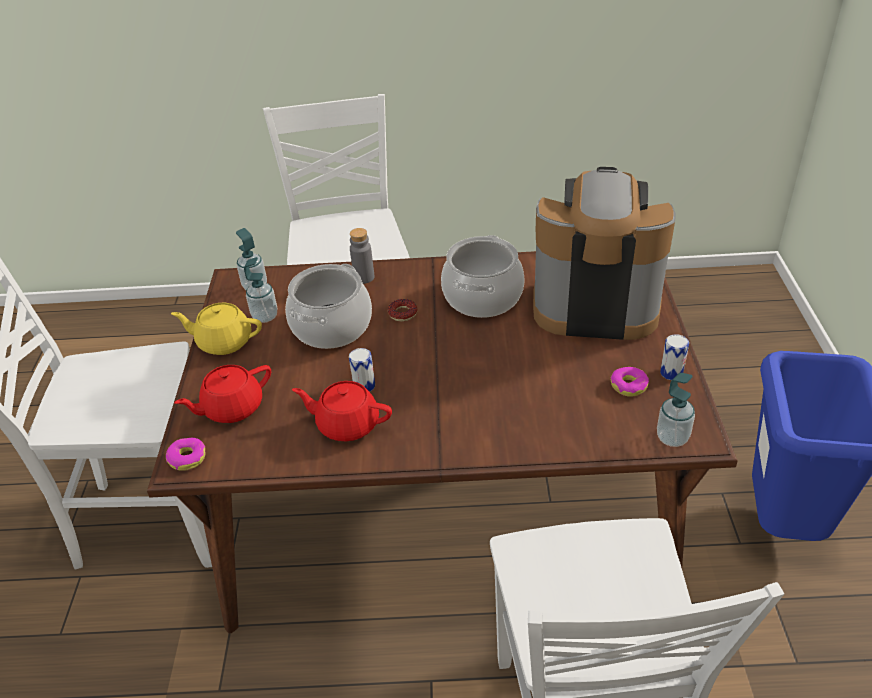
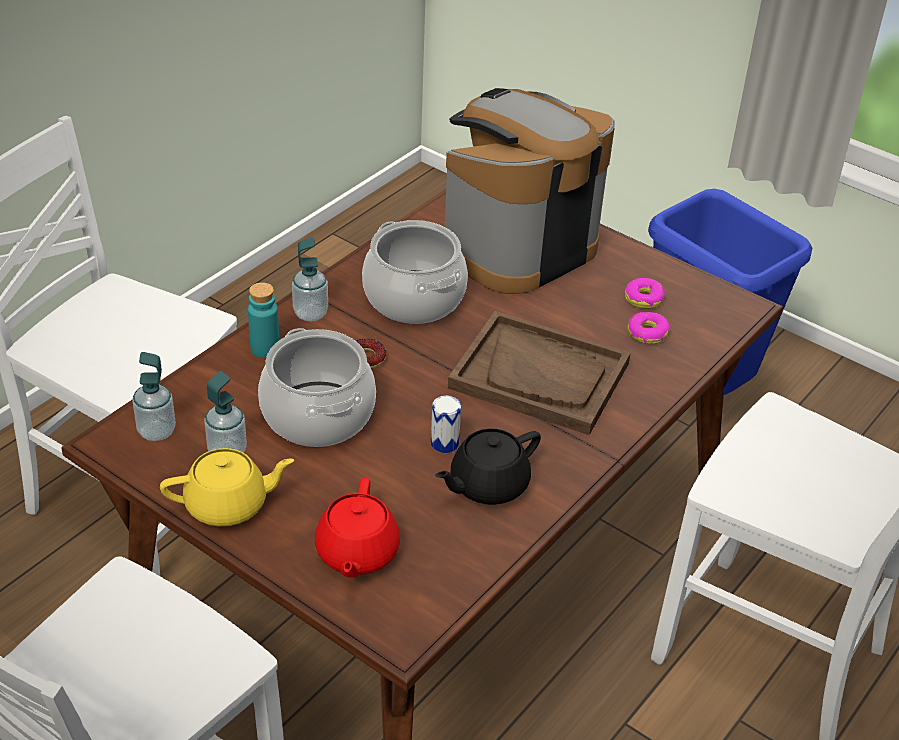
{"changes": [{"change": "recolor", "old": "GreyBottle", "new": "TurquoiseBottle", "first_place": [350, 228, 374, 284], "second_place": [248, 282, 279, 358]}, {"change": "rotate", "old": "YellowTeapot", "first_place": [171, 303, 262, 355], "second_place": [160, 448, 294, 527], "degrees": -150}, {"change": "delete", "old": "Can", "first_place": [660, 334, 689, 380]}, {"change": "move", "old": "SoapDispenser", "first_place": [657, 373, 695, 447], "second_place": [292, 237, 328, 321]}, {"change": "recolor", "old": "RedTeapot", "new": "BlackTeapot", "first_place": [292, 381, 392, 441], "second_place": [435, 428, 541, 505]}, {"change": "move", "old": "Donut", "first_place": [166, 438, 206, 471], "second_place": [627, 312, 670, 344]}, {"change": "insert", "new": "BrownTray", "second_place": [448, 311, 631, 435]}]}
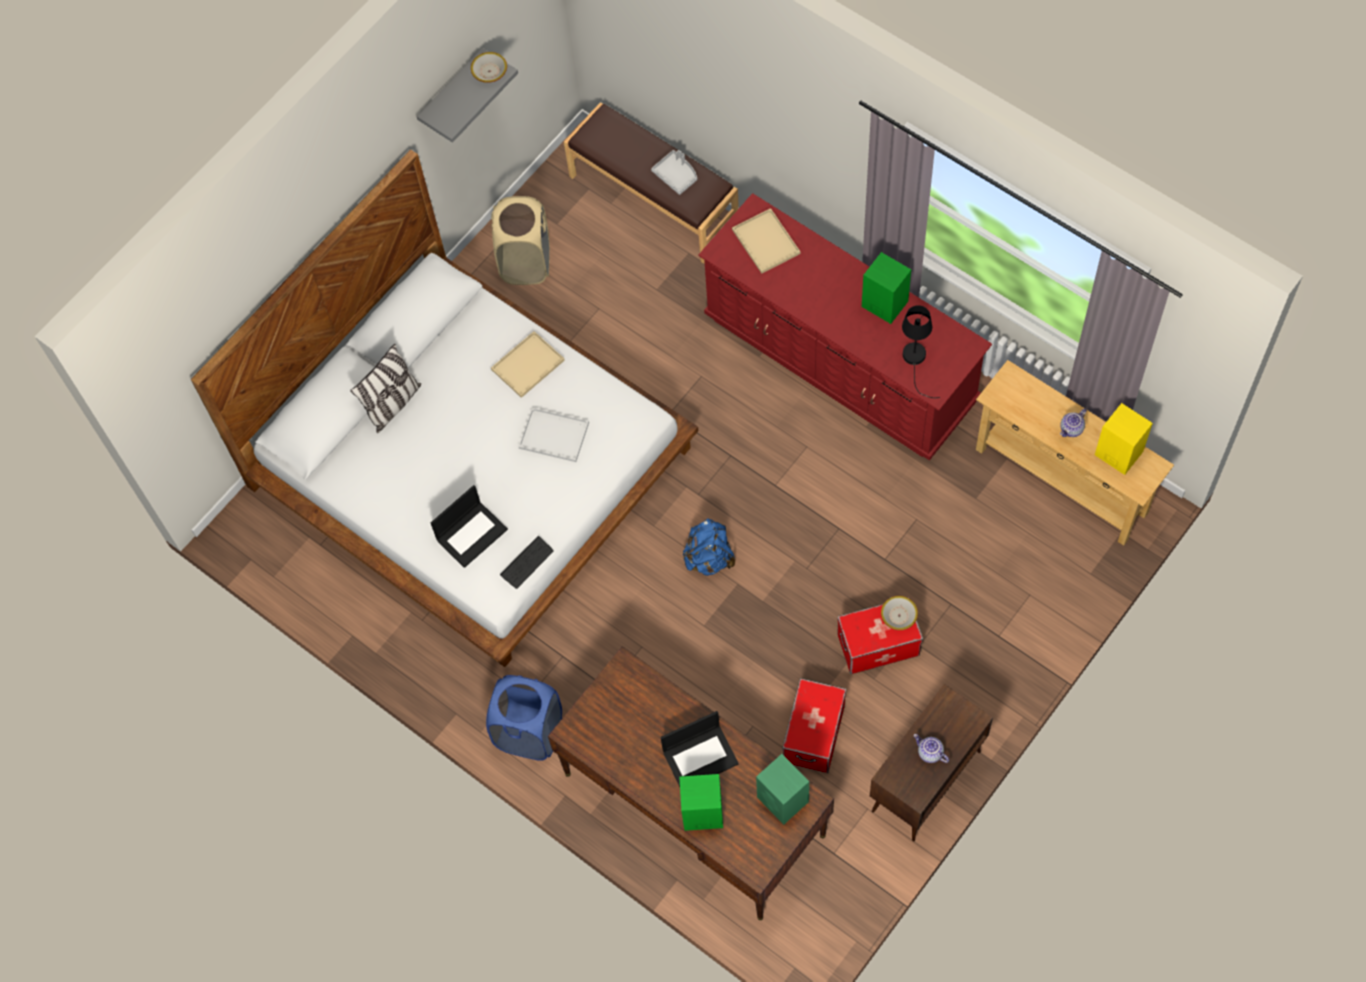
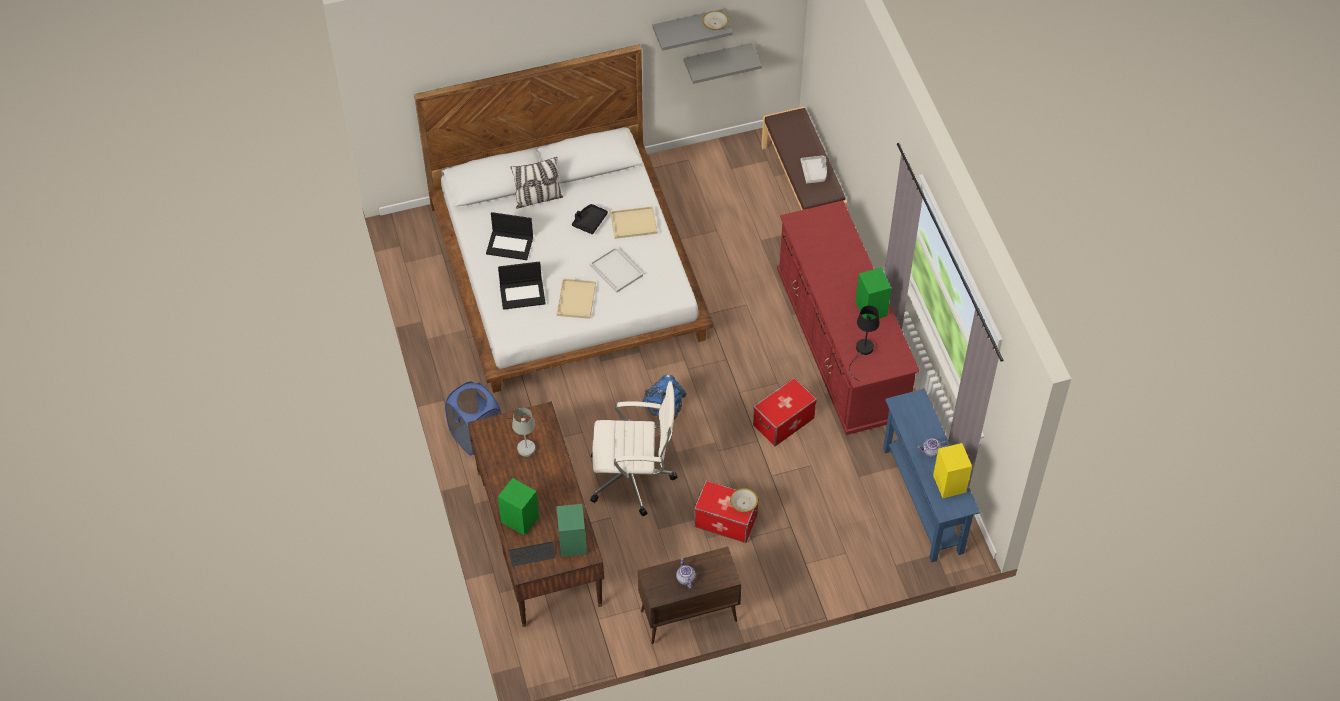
{"changes": [{"change": "delete", "old": "BeigeLaundryBasket", "first_place": [491, 196, 550, 285]}, {"change": "move", "old": "BeigeTray", "first_place": [732, 208, 800, 274], "second_place": [557, 278, 596, 319]}, {"change": "recolor", "old": "BeigeConsoleTable", "new": "BlueConsoleTable", "first_place": [976, 360, 1174, 545], "second_place": [883, 389, 980, 563]}, {"change": "move", "old": "Keyboard", "first_place": [500, 536, 554, 589], "second_place": [508, 542, 555, 566]}, {"change": "move", "old": "StorageBox", "first_place": [783, 678, 846, 773], "second_place": [753, 378, 817, 446]}, {"change": "move", "old": "Laptop", "first_place": [661, 711, 739, 787], "second_place": [486, 212, 533, 260]}, {"change": "insert", "new": "GreyShelf", "second_place": [684, 43, 762, 84]}, {"change": "insert", "new": "BlackTray", "second_place": [572, 204, 608, 234]}, {"change": "insert", "new": "WhiteOfficeChair", "second_place": [590, 381, 678, 517]}, {"change": "insert", "new": "GreyTableLamp", "second_place": [506, 408, 536, 457]}]}
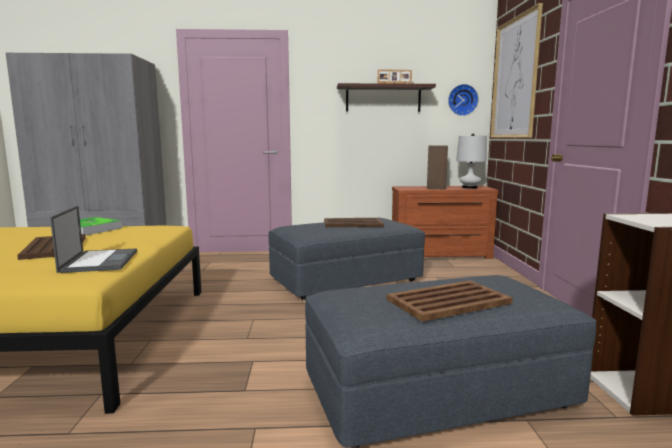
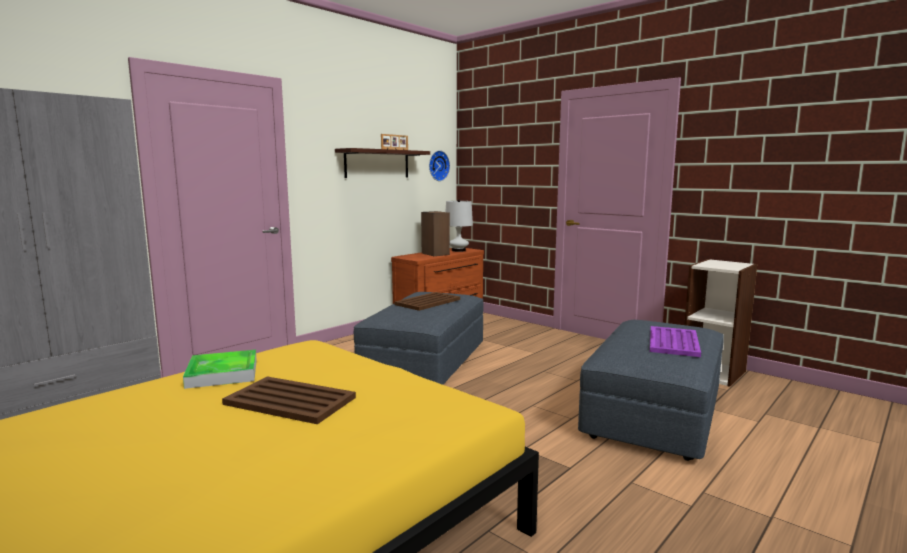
{"changes": [{"change": "delete", "old": "Picture", "first_place": [490, 3, 543, 138]}, {"change": "delete", "old": "Laptop", "first_place": [50, 206, 137, 273]}, {"change": "recolor", "old": "BrownTray", "new": "PurpleTray", "first_place": [386, 280, 513, 322], "second_place": [650, 326, 701, 357]}]}
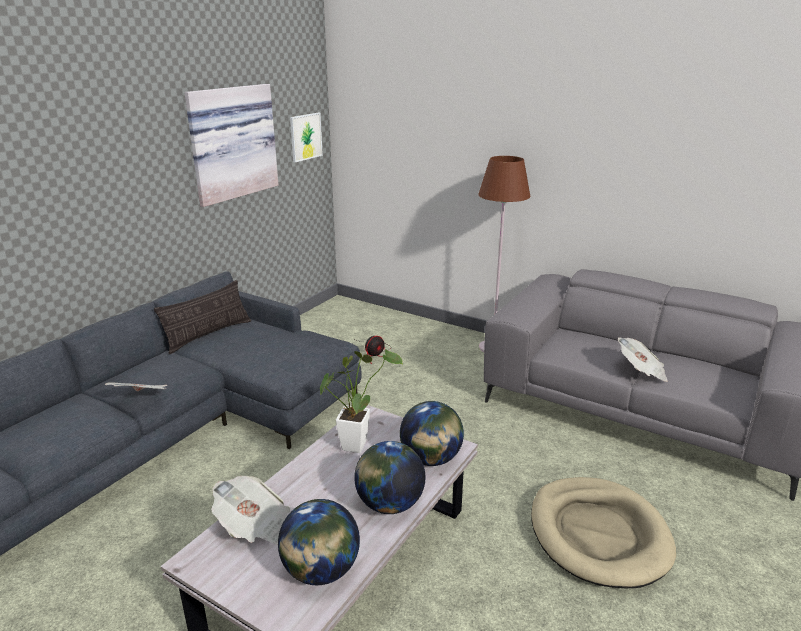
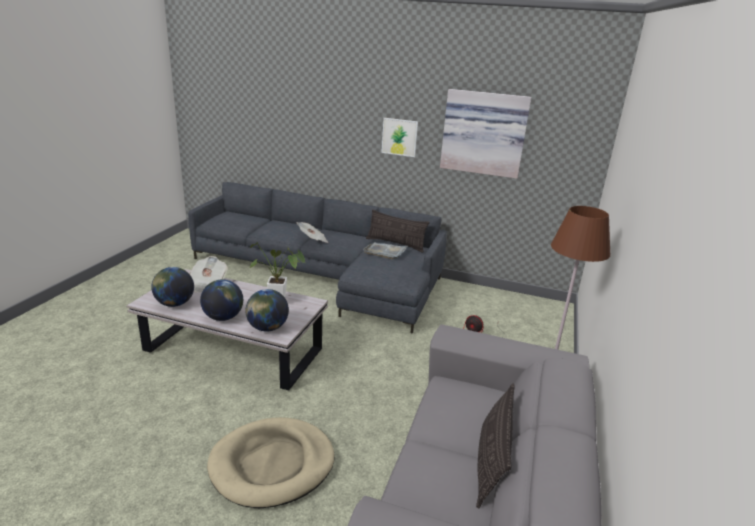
{"changes": [{"change": "move", "old": "Picture", "first_place": [290, 113, 323, 162], "second_place": [381, 118, 418, 157]}, {"change": "delete", "old": "Newspaper", "first_place": [618, 337, 668, 382]}, {"change": "insert", "new": "GreyTray", "second_place": [363, 242, 408, 259]}, {"change": "insert", "new": "Pillow", "second_place": [476, 383, 515, 509]}]}
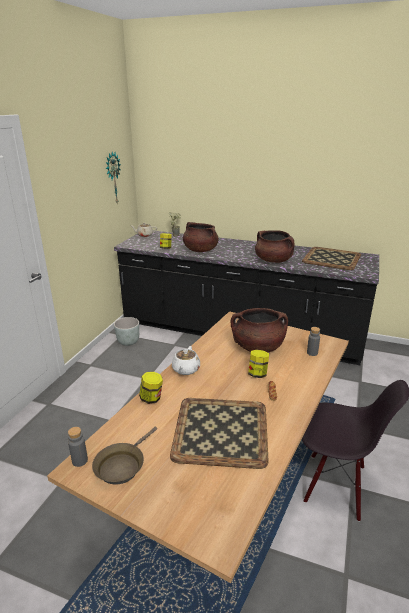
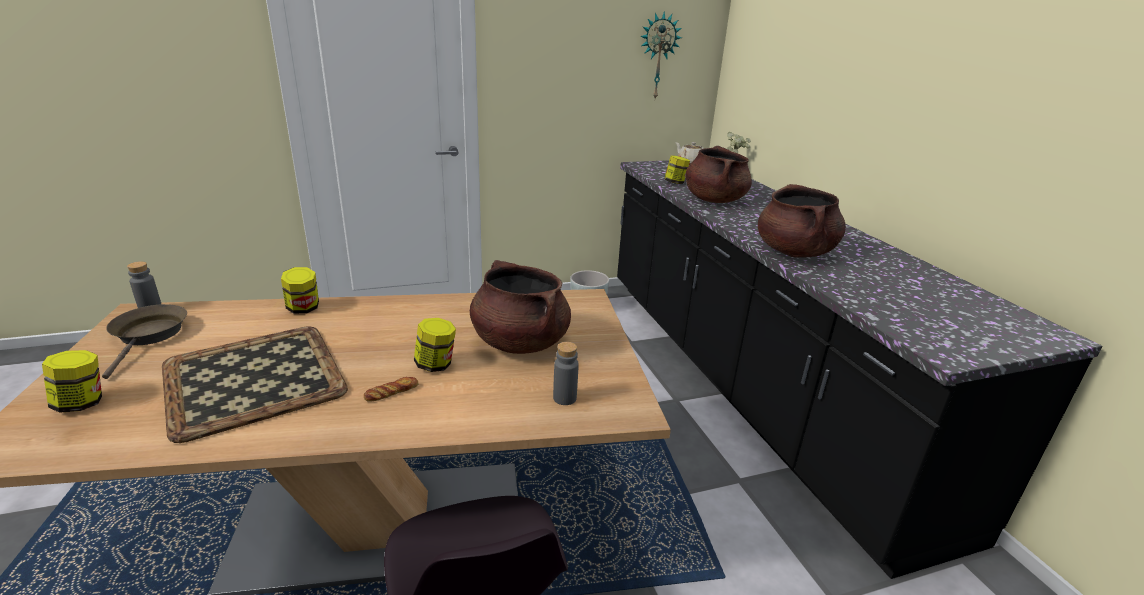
{"changes": [{"change": "delete", "old": "Tray", "first_place": [302, 247, 361, 270]}, {"change": "delete", "old": "WhiteTeapot", "first_place": [172, 346, 200, 375]}, {"change": "rotate", "old": "BrownFryingPan", "first_place": [92, 427, 157, 485], "second_place": [102, 304, 187, 379], "degrees": 90}, {"change": "insert", "new": "Jar", "second_place": [42, 350, 102, 413]}]}
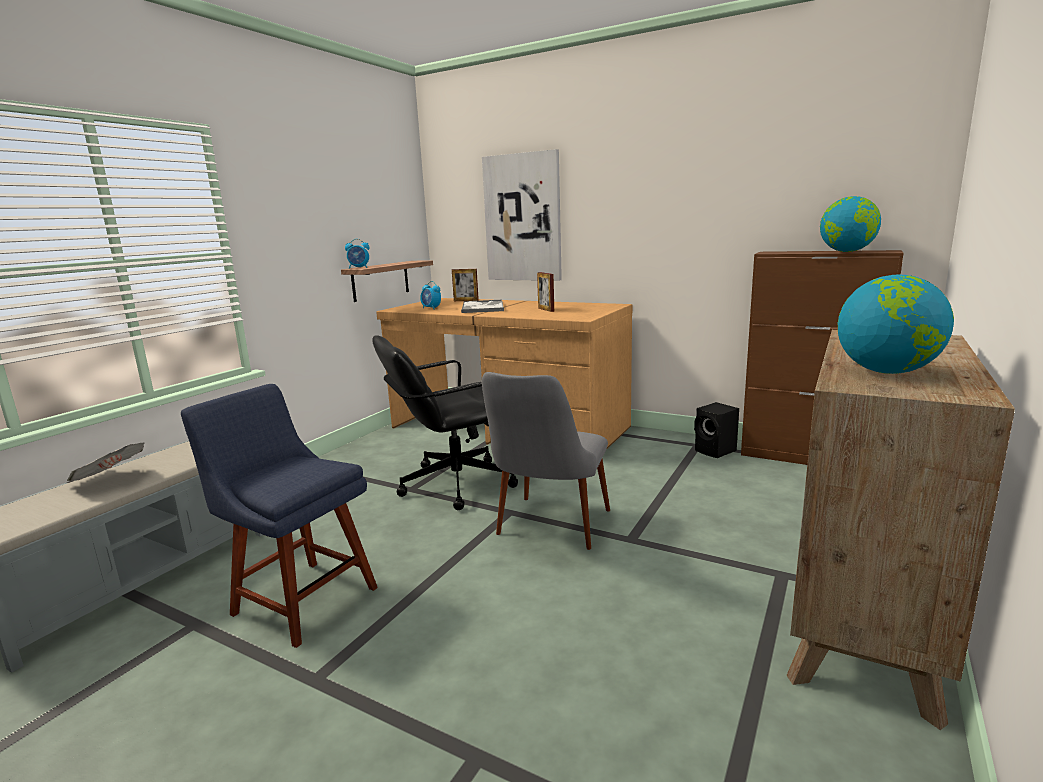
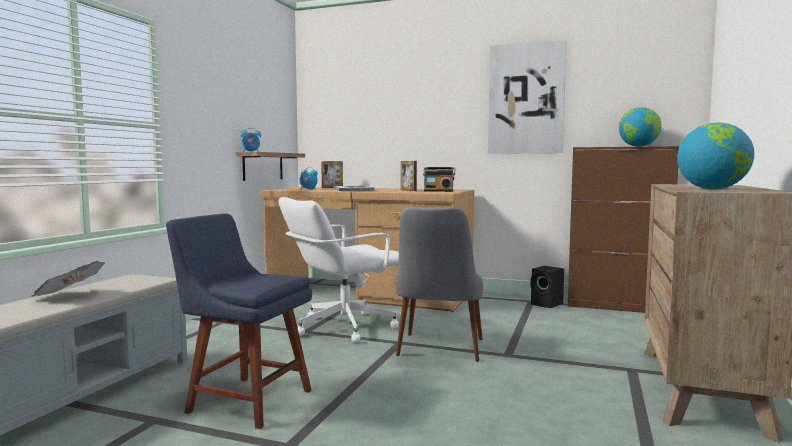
{"changes": [{"change": "move", "old": "Picture", "first_place": [482, 149, 562, 281], "second_place": [488, 40, 567, 154]}, {"change": "recolor", "old": "BlackOfficeChair", "new": "WhiteOfficeChair", "first_place": [372, 335, 518, 510], "second_place": [279, 197, 399, 343]}, {"change": "insert", "new": "Radio", "second_place": [423, 167, 455, 192]}]}
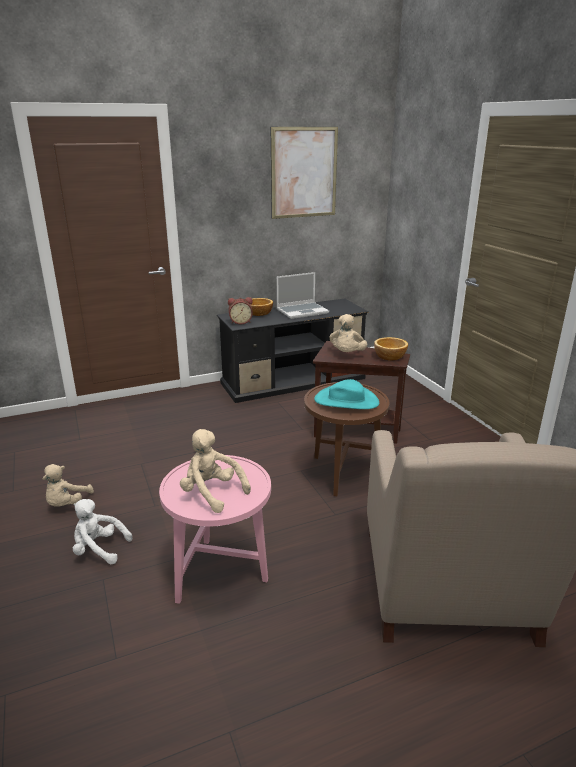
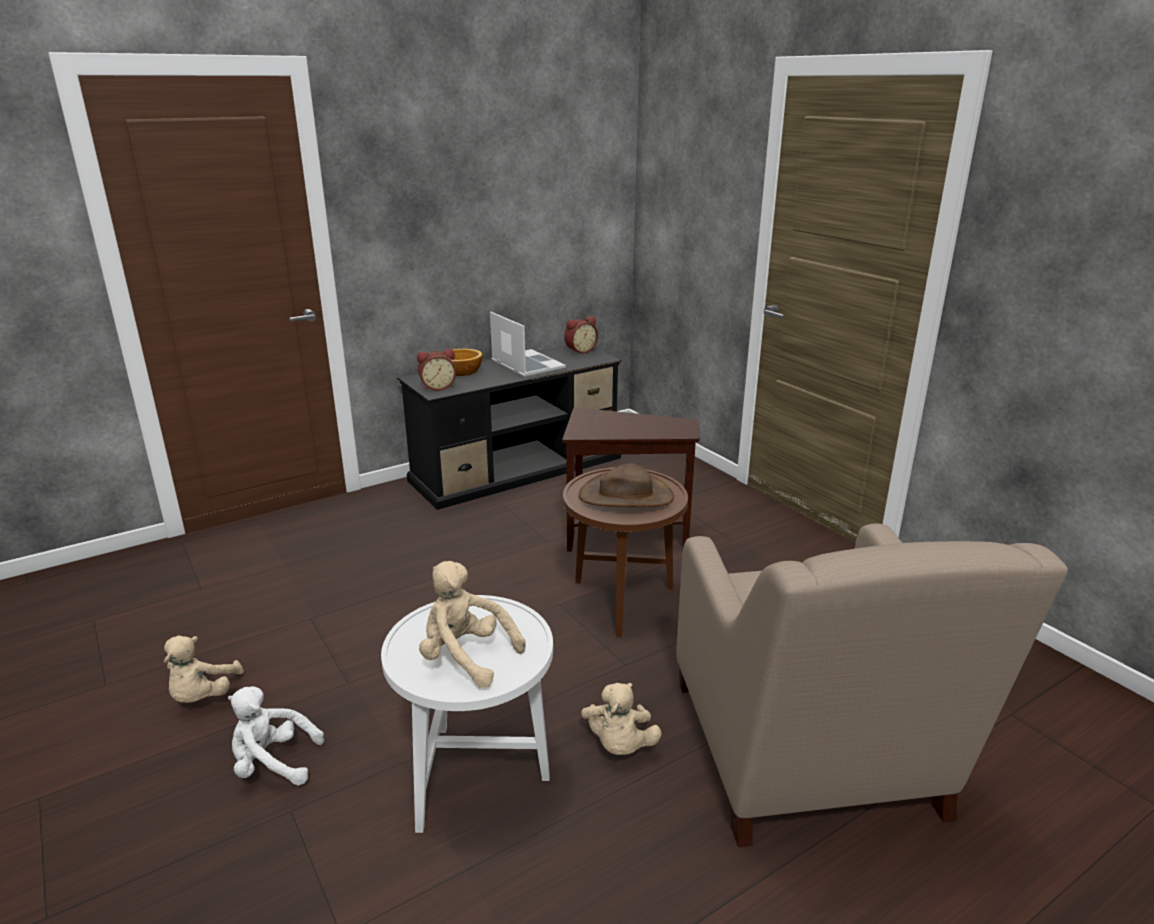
{"changes": [{"change": "delete", "old": "Picture", "first_place": [271, 127, 338, 219]}, {"change": "rotate", "old": "Laptop", "first_place": [277, 272, 329, 319], "second_place": [490, 312, 566, 378], "degrees": -90}, {"change": "move", "old": "BeigePlushToy", "first_place": [329, 314, 367, 352], "second_place": [582, 683, 662, 755]}, {"change": "delete", "old": "Bowl", "first_place": [374, 337, 408, 361]}, {"change": "recolor", "old": "TurquoiseHat", "new": "BrownHat", "first_place": [314, 379, 379, 409], "second_place": [578, 464, 674, 507]}, {"change": "recolor", "old": "PinkSideTable", "new": "WhiteSideTable", "first_place": [159, 455, 271, 604], "second_place": [381, 595, 553, 833]}, {"change": "insert", "new": "AlarmClock", "second_place": [564, 316, 598, 354]}]}
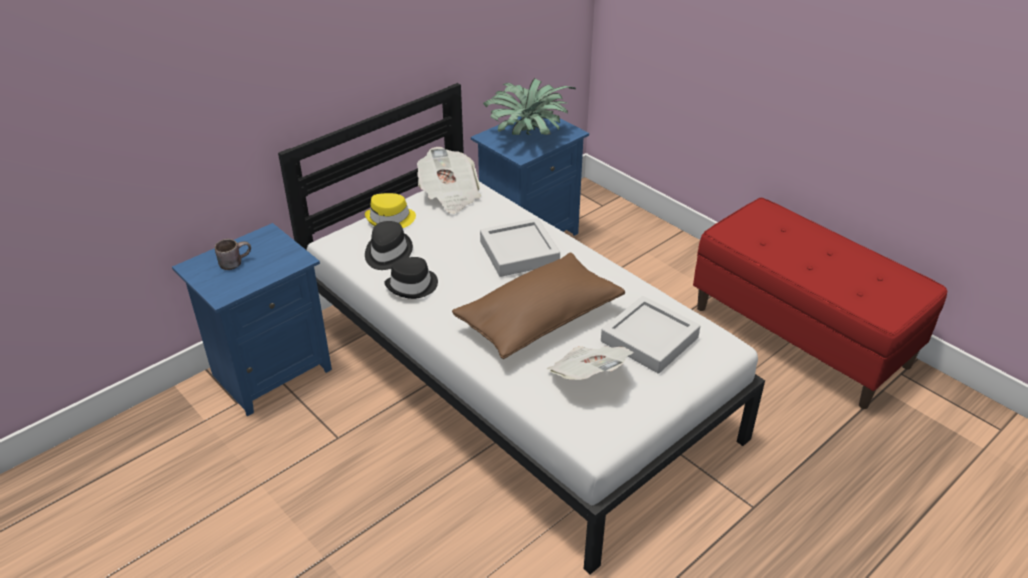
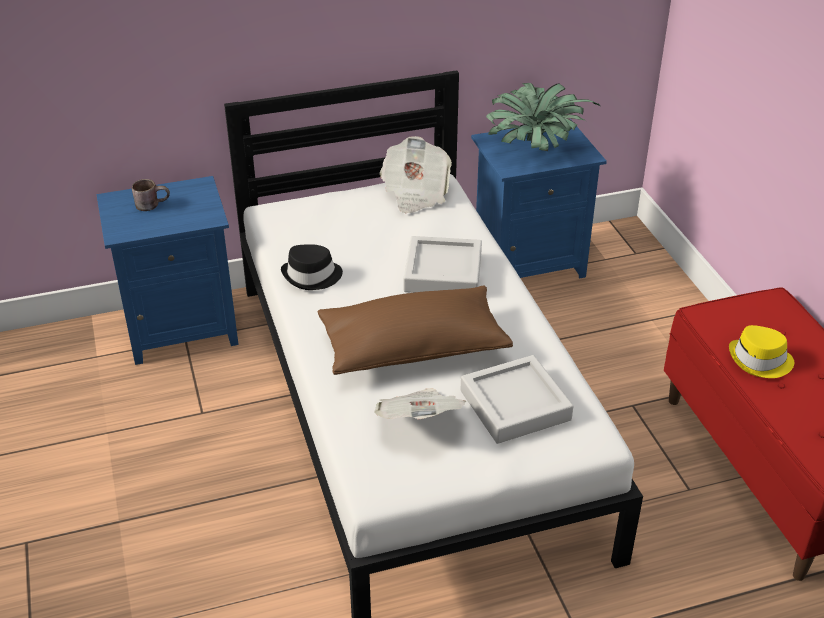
{"changes": [{"change": "move", "old": "YellowHat", "first_place": [365, 193, 416, 228], "second_place": [729, 325, 794, 378]}, {"change": "delete", "old": "BlackHat", "first_place": [365, 221, 413, 270]}]}
